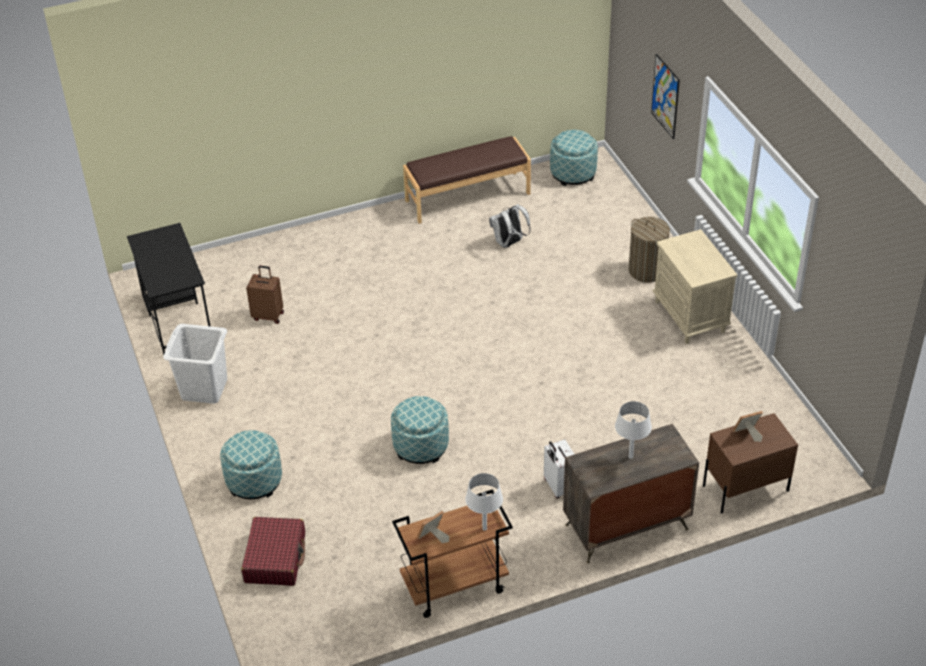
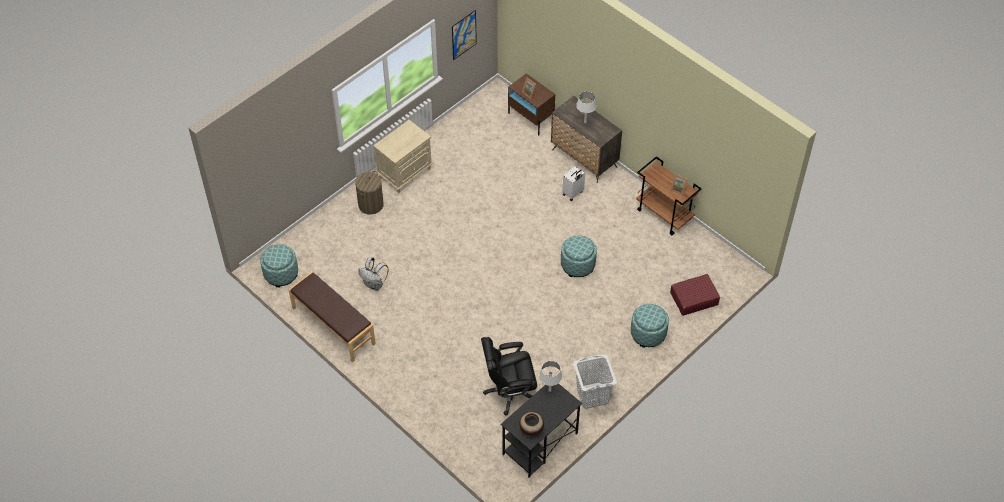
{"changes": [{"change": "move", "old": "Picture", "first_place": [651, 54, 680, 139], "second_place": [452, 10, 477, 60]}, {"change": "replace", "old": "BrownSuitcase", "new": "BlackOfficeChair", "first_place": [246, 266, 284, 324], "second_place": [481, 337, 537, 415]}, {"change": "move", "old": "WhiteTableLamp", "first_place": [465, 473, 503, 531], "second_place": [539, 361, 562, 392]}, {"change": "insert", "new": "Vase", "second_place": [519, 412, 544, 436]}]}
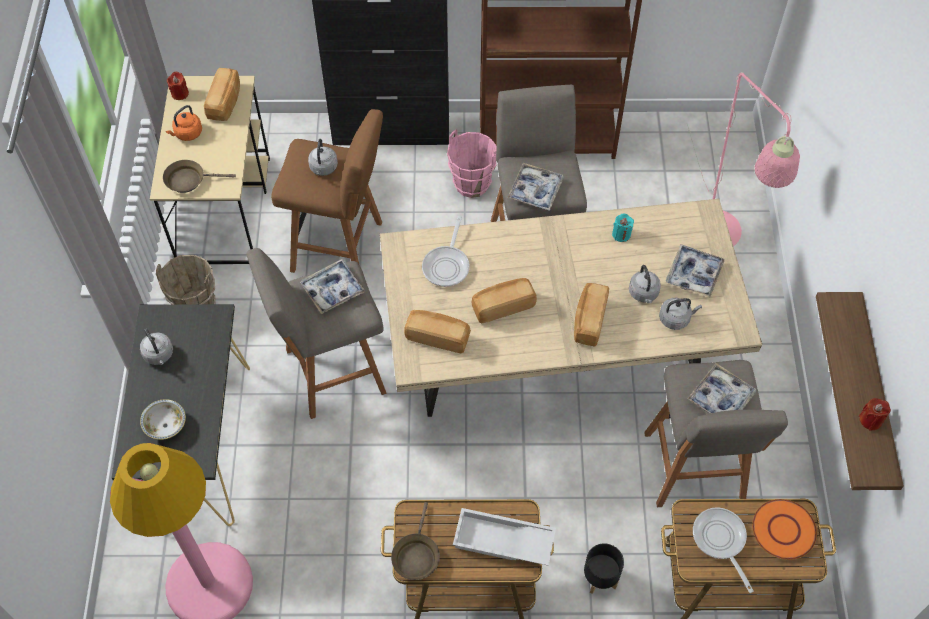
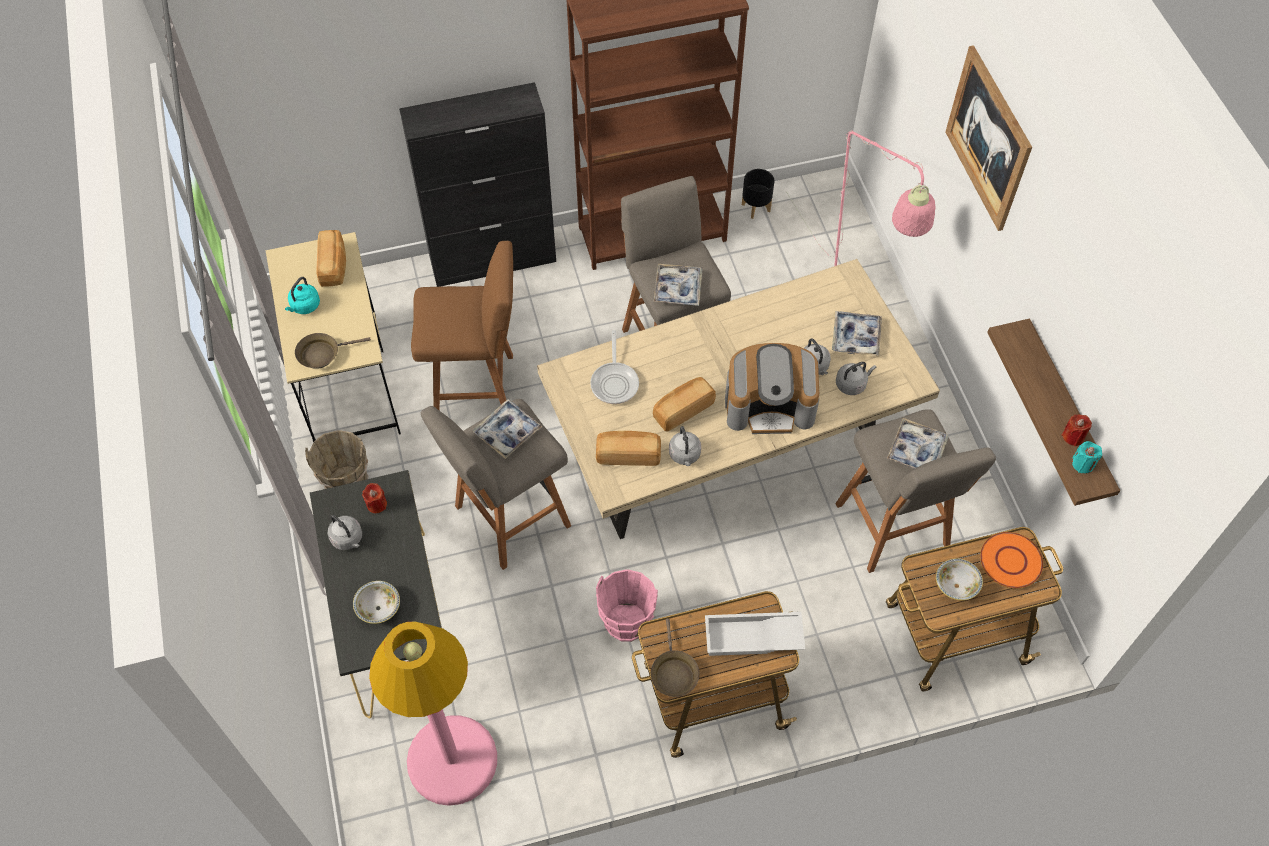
{"changes": [{"change": "move", "old": "RedCandle", "first_place": [167, 72, 189, 100], "second_place": [362, 483, 387, 513]}, {"change": "recolor", "old": "OrangeKettle", "new": "TurquoiseKettle", "first_place": [166, 105, 202, 141], "second_place": [285, 277, 320, 314]}, {"change": "move", "old": "PinkBucket", "first_place": [447, 130, 497, 198], "second_place": [596, 569, 658, 642]}, {"change": "move", "old": "GreyKettle", "first_place": [308, 139, 338, 176], "second_place": [669, 426, 701, 466]}, {"change": "move", "old": "TurquoiseCandle", "first_place": [612, 213, 634, 242], "second_place": [1072, 441, 1102, 474]}, {"change": "replace", "old": "Bread", "new": "CoffeeMachine", "first_place": [574, 283, 609, 347], "second_place": [725, 343, 819, 434]}, {"change": "replace", "old": "FryingPan", "new": "Bowl", "first_place": [693, 507, 754, 593], "second_place": [936, 558, 983, 600]}, {"change": "move", "old": "BlackPlanter", "first_place": [584, 543, 624, 594], "second_place": [742, 169, 774, 219]}, {"change": "insert", "new": "Picture", "second_place": [945, 45, 1032, 231]}]}
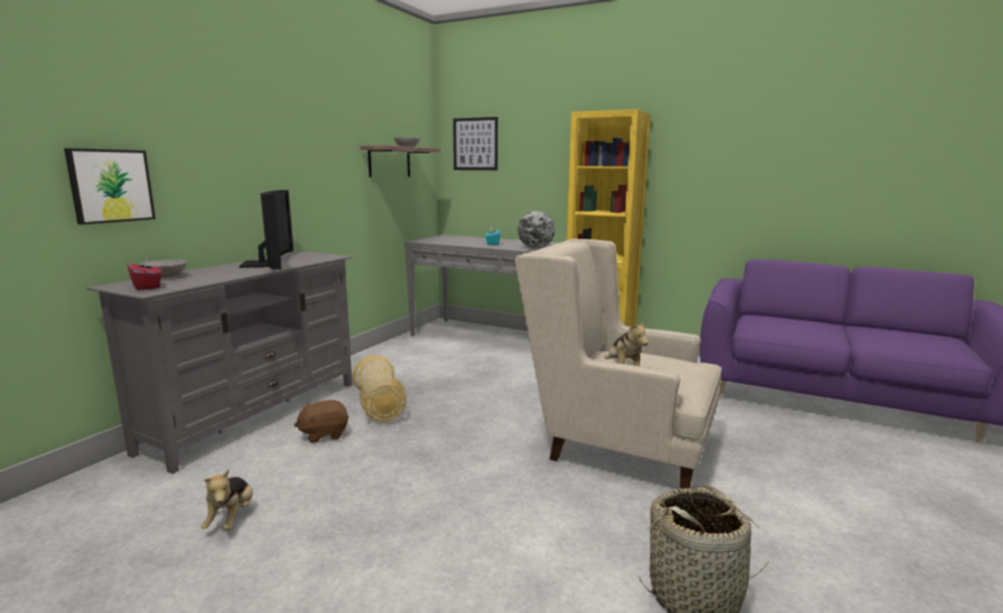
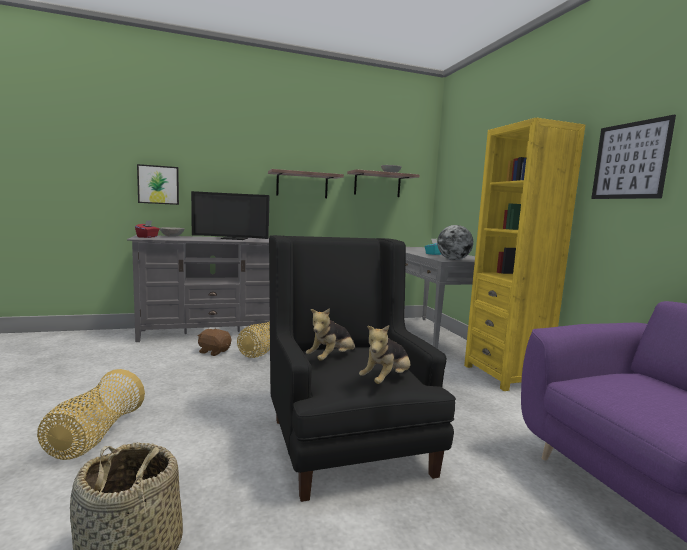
{"changes": [{"change": "move", "old": "Picture", "first_place": [453, 117, 498, 170], "second_place": [591, 115, 676, 199]}, {"change": "rotate", "old": "Television", "first_place": [239, 190, 294, 270], "second_place": [191, 191, 269, 240], "degrees": 60}, {"change": "recolor", "old": "BeigeArmchair", "new": "BlackArmchair", "first_place": [515, 239, 722, 489], "second_place": [269, 235, 456, 502]}, {"change": "move", "old": "PlushToy", "first_place": [201, 469, 253, 530], "second_place": [359, 325, 410, 384]}, {"change": "insert", "new": "Shelf", "second_place": [268, 169, 344, 198]}, {"change": "insert", "new": "Basket", "second_place": [37, 369, 145, 460]}]}
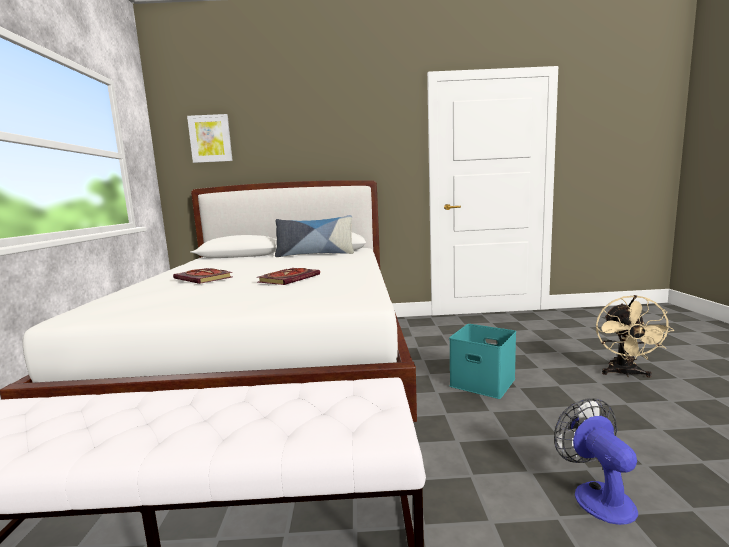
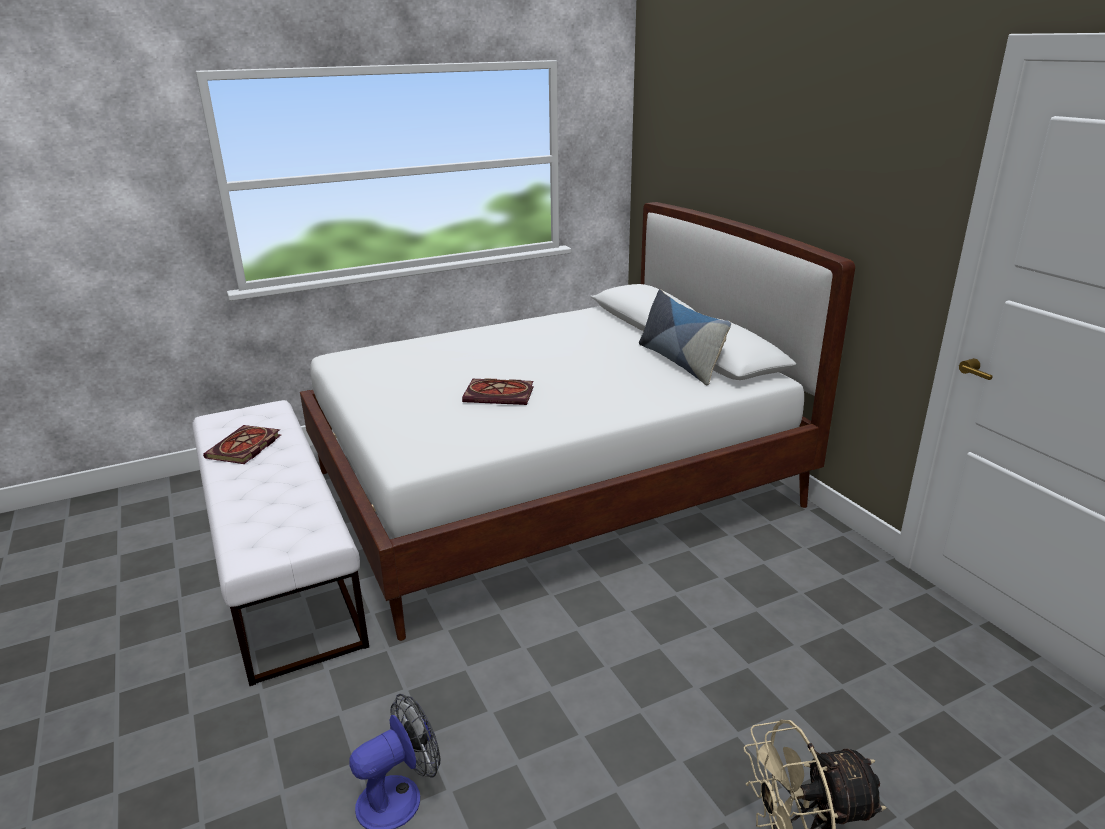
{"changes": [{"change": "delete", "old": "Picture", "first_place": [187, 114, 233, 163]}, {"change": "move", "old": "Book", "first_place": [173, 268, 232, 284], "second_place": [203, 425, 281, 464]}, {"change": "delete", "old": "TurquoiseStorageBox", "first_place": [449, 324, 516, 399]}]}
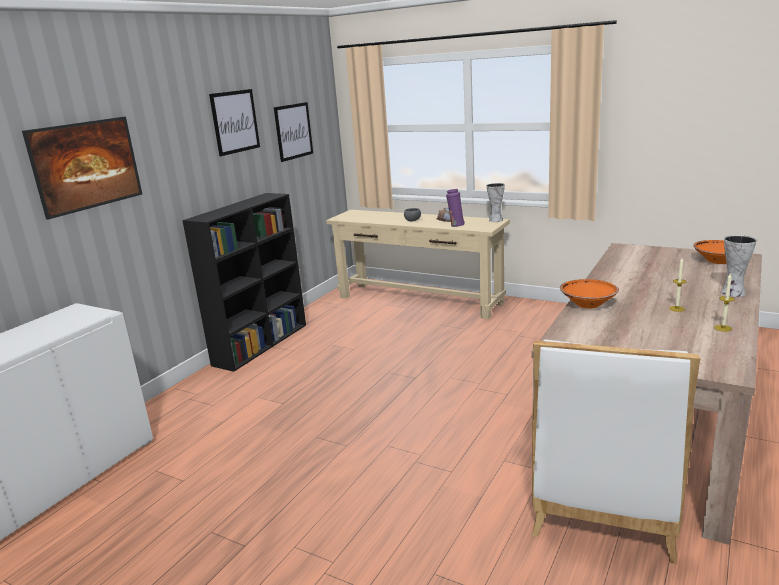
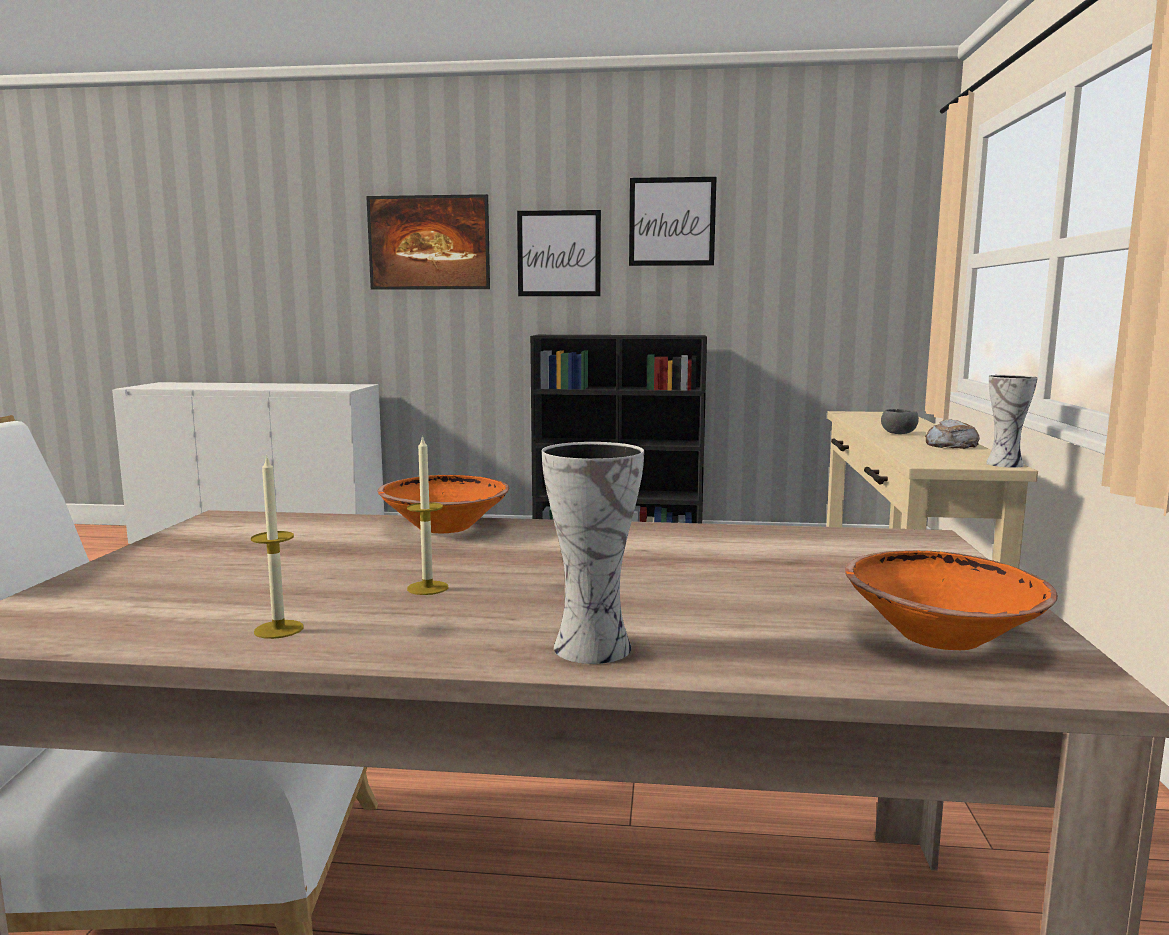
{"changes": [{"change": "move", "old": "Picture", "first_place": [274, 102, 313, 162], "second_place": [517, 210, 601, 296]}, {"change": "delete", "old": "PurpleVase", "first_place": [446, 189, 465, 227]}]}
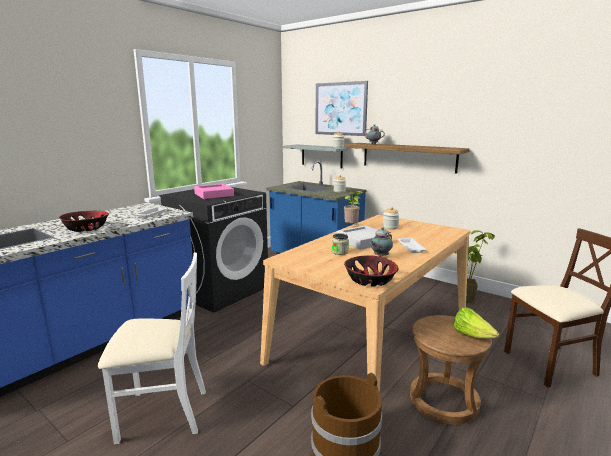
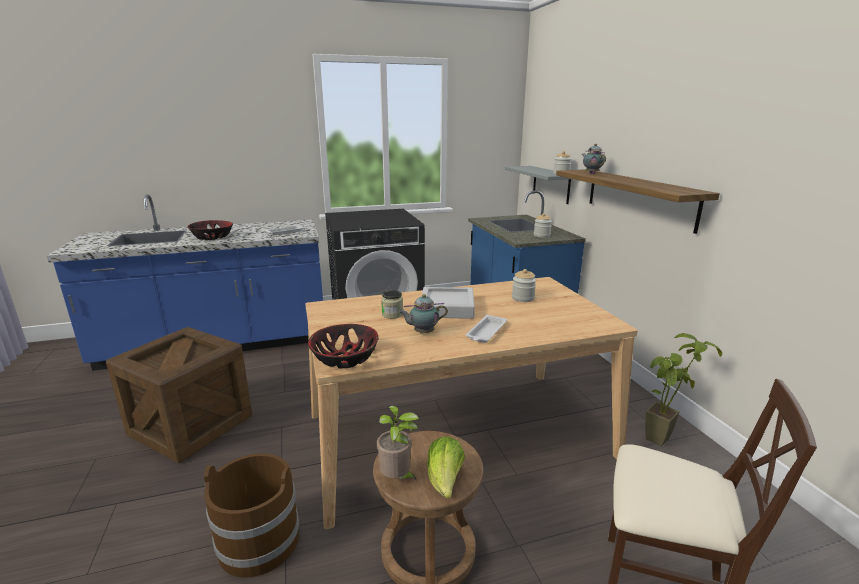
{"changes": [{"change": "delete", "old": "Picture", "first_place": [315, 81, 368, 136]}, {"change": "delete", "old": "PinkTray", "first_place": [194, 184, 234, 199]}, {"change": "move", "old": "PottedPlant", "first_place": [344, 191, 362, 226], "second_place": [377, 406, 419, 481]}, {"change": "replace", "old": "WhiteChair", "new": "Crate", "first_place": [98, 253, 206, 444], "second_place": [106, 327, 252, 463]}]}
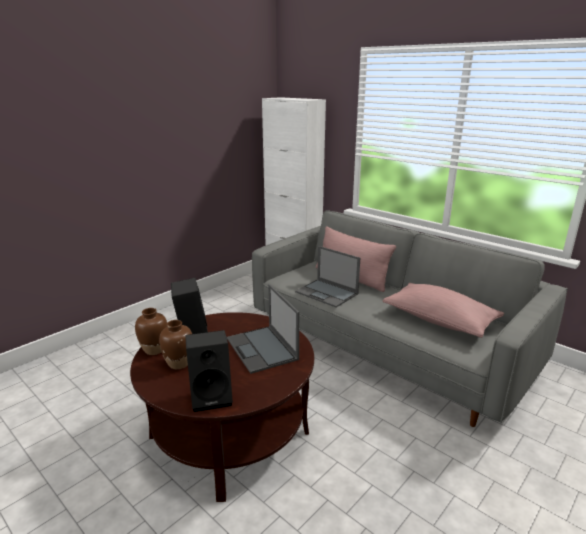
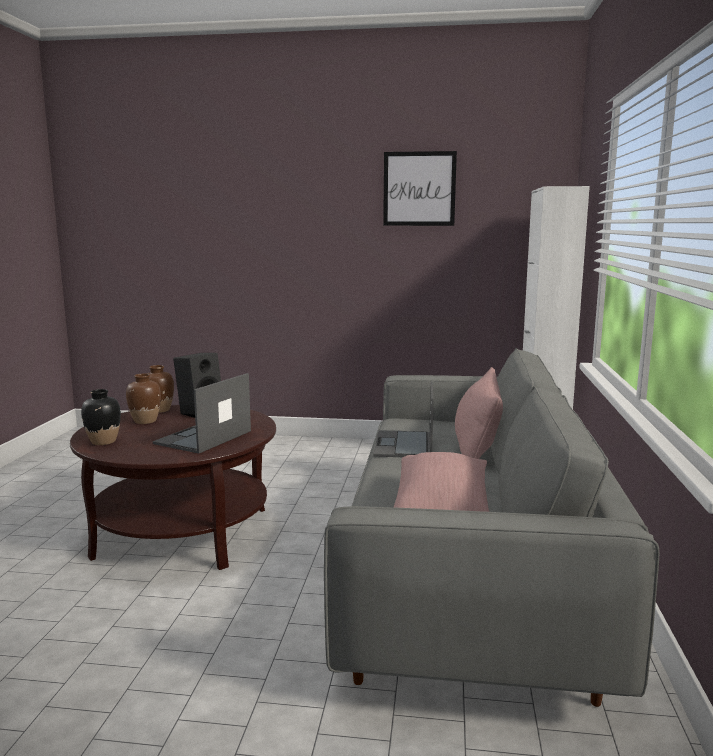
{"changes": [{"change": "replace", "old": "BlackSpeaker", "new": "BlackVase", "first_place": [185, 330, 233, 412], "second_place": [81, 389, 121, 445]}, {"change": "insert", "new": "Picture", "second_place": [383, 151, 457, 226]}]}
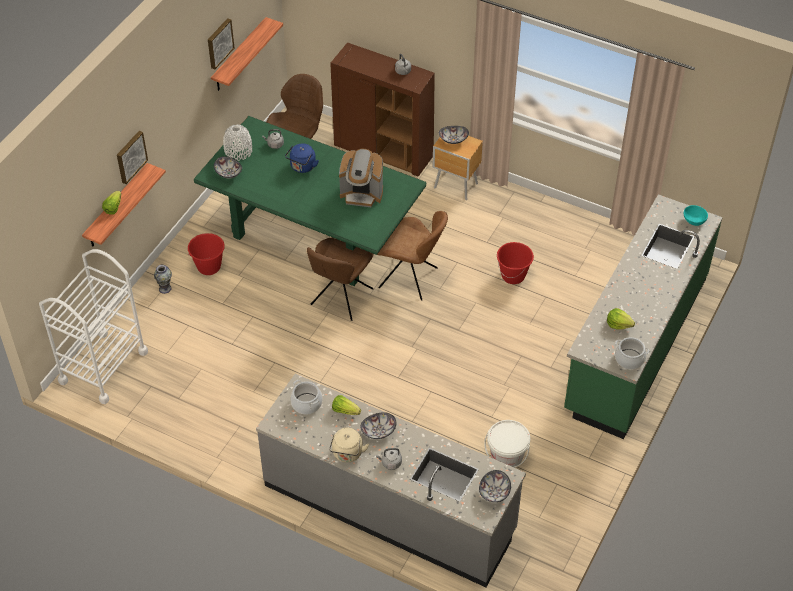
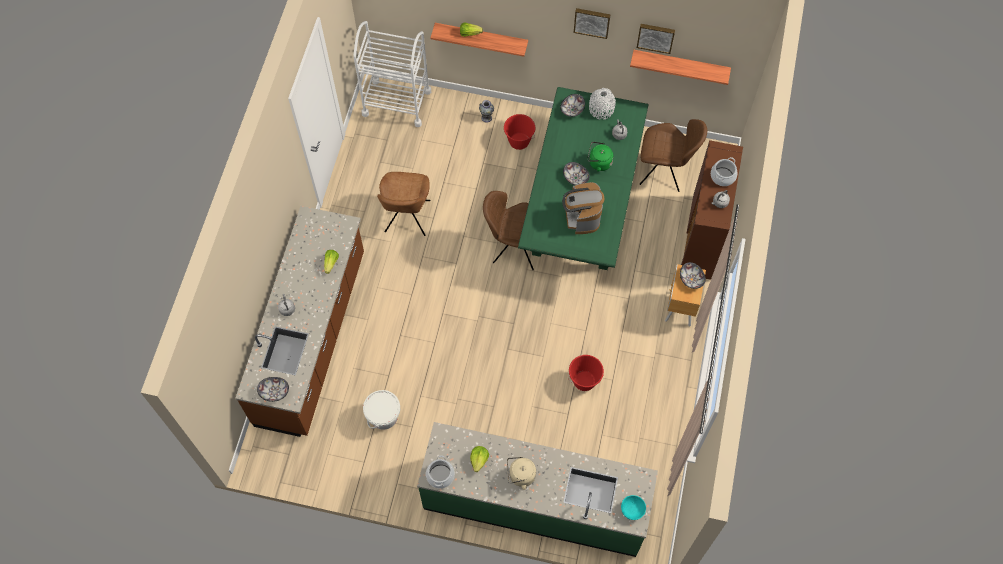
{"changes": [{"change": "move", "old": "Picture", "first_place": [117, 131, 148, 184], "second_place": [574, 8, 610, 39]}, {"change": "recolor", "old": "BlueKettle", "new": "GreenKettle", "first_place": [285, 143, 319, 173], "second_place": [587, 141, 613, 172]}, {"change": "move", "old": "BrownChair", "first_place": [377, 211, 448, 301], "second_place": [377, 172, 430, 236]}, {"change": "recolor", "old": "GreyCounter", "new": "BrownCounter", "first_place": [256, 373, 526, 587], "second_place": [235, 206, 364, 437]}, {"change": "move", "old": "CookingPot", "first_place": [290, 380, 323, 414], "second_place": [711, 157, 738, 186]}, {"change": "move", "old": "Bowl", "first_place": [360, 412, 397, 439], "second_place": [563, 162, 590, 185]}, {"change": "move", "old": "BeigeKettle", "first_place": [329, 428, 369, 463], "second_place": [507, 457, 536, 490]}]}
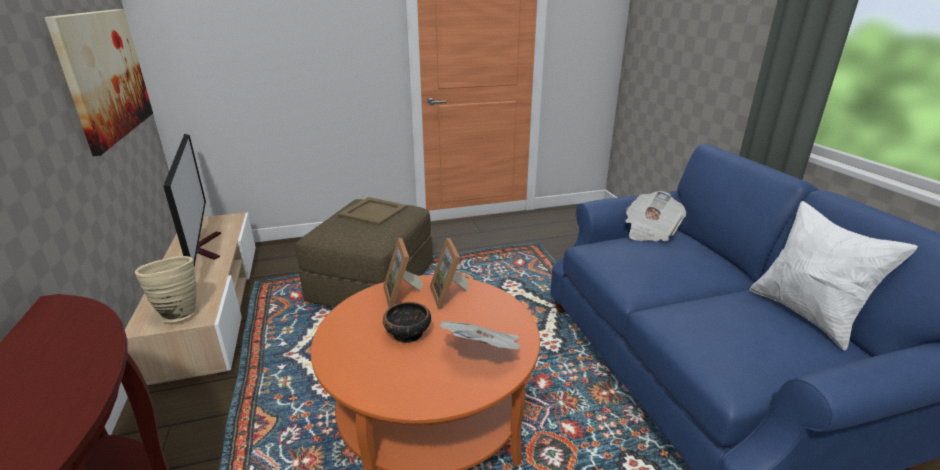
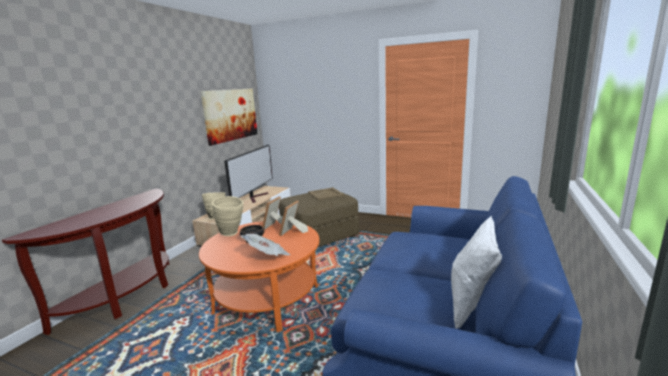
{"changes": [{"change": "delete", "old": "Newspaper", "first_place": [625, 191, 686, 241]}, {"change": "insert", "new": "BeigeVase", "second_place": [212, 196, 244, 236]}]}
